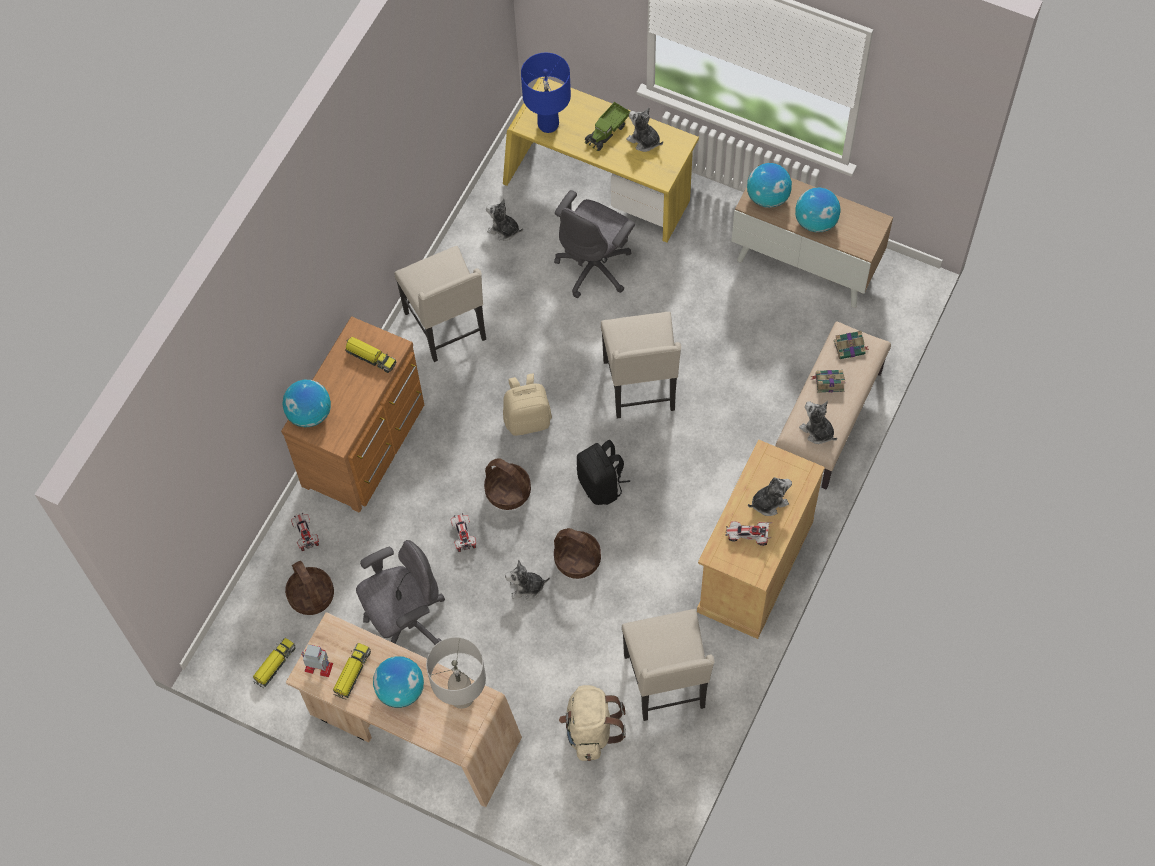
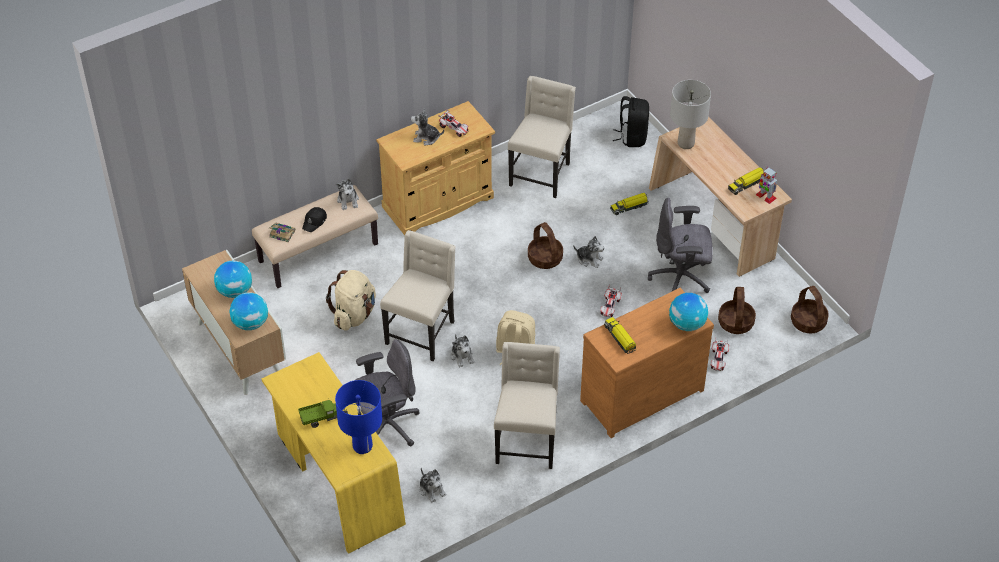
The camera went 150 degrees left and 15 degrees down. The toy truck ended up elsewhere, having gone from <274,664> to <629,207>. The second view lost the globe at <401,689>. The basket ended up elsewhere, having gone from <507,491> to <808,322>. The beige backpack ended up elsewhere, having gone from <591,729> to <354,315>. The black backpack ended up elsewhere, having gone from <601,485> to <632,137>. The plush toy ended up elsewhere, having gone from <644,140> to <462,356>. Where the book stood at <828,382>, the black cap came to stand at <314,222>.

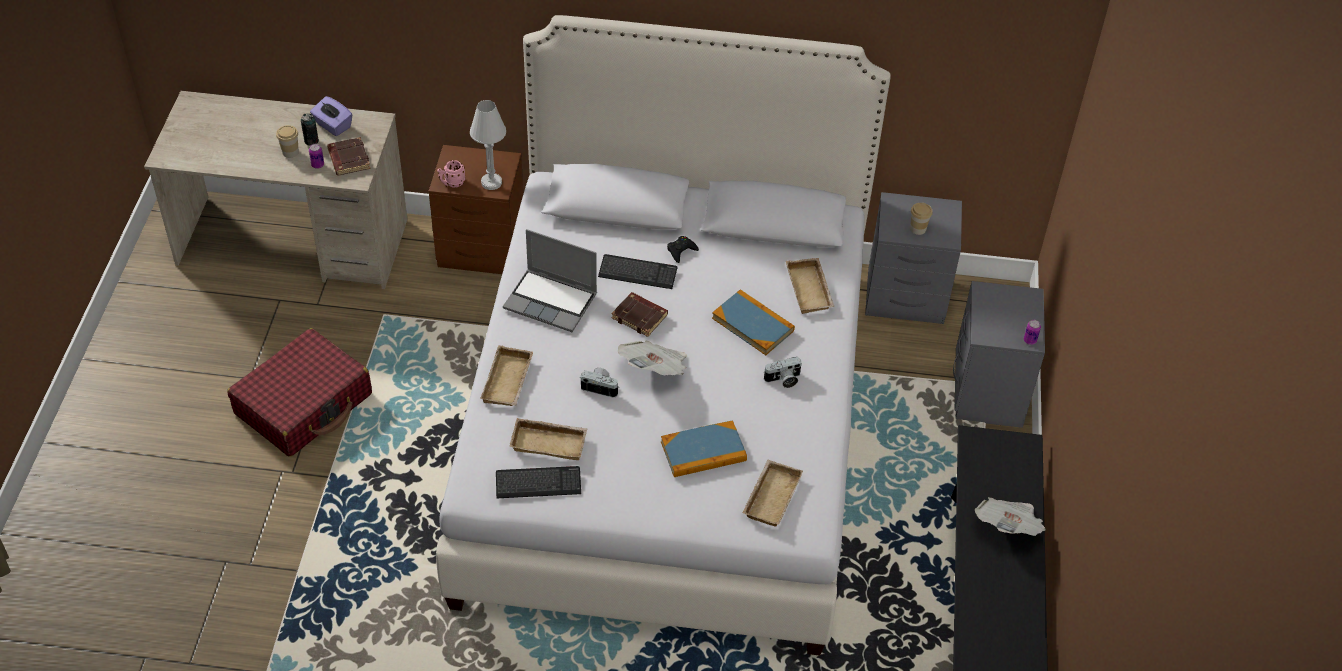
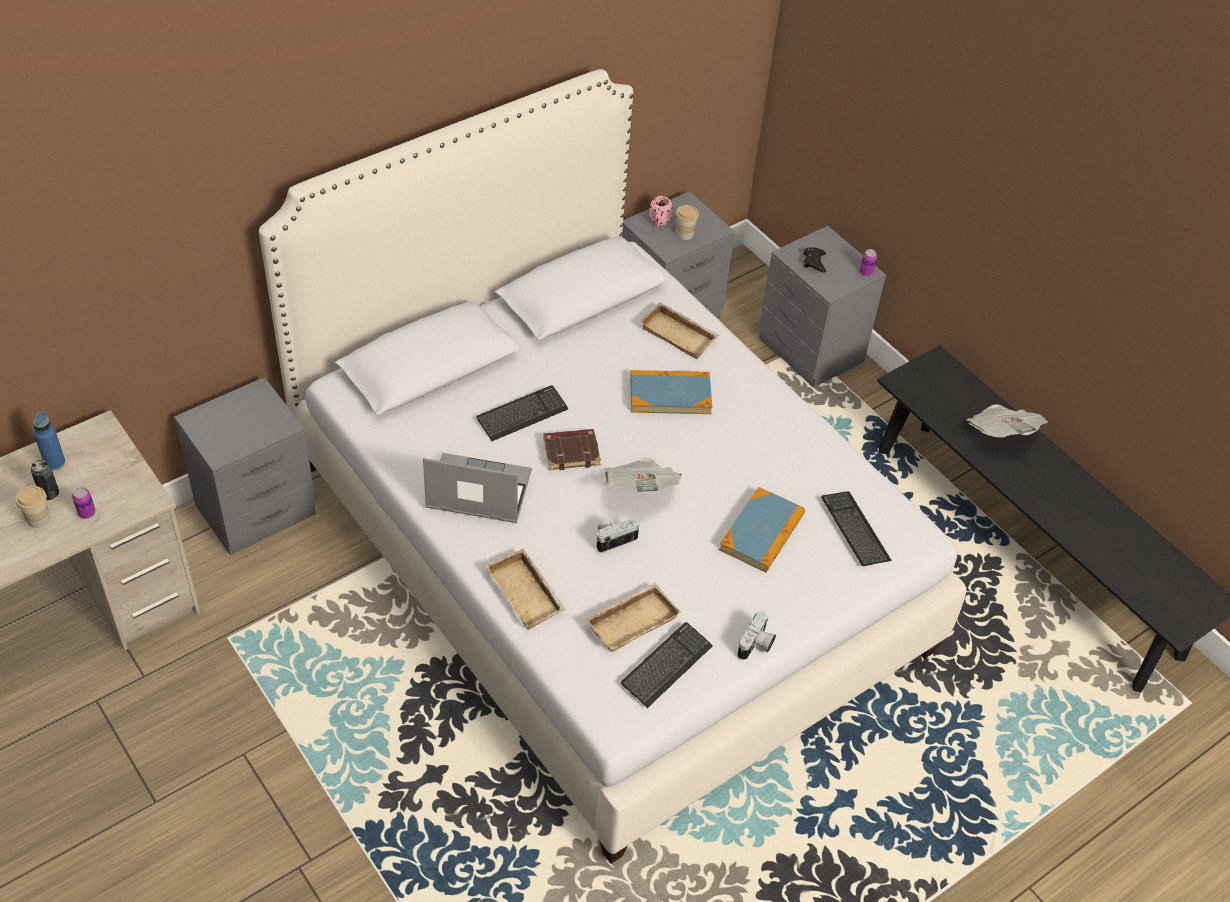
The camera went 45 degrees left and 0 degrees up. The second view lost the red suitcase at <304,404>. Where the purple tissue box stood at <332,125>, the blue bottle came to stand at <55,463>. The second view lost the brown book at <348,159>. What was the brown nightstand at <483,251> turned into the grey nightstand at <259,510>. The pink mug ended up elsewhere, having gone from <452,183> to <658,222>. The second view lost the white table lamp at <491,182>. The laptop at <552,301> ended up facing another way, 150 degrees counterclockwise from before. The black game controller ended up elsewhere, having gone from <681,251> to <814,262>. Where the beige tray stood at <770,496>, the keyboard came to stand at <855,530>. The photo camera ended up elsewhere, having gone from <783,380> to <756,645>.

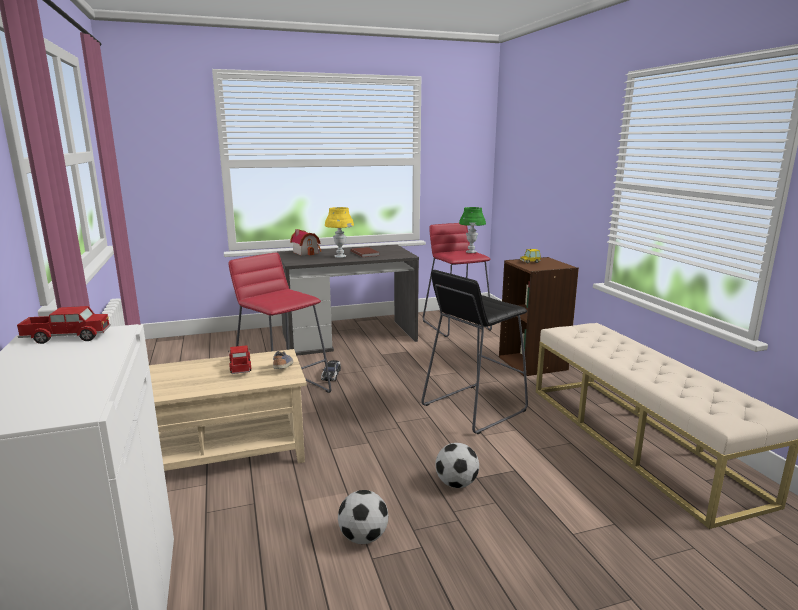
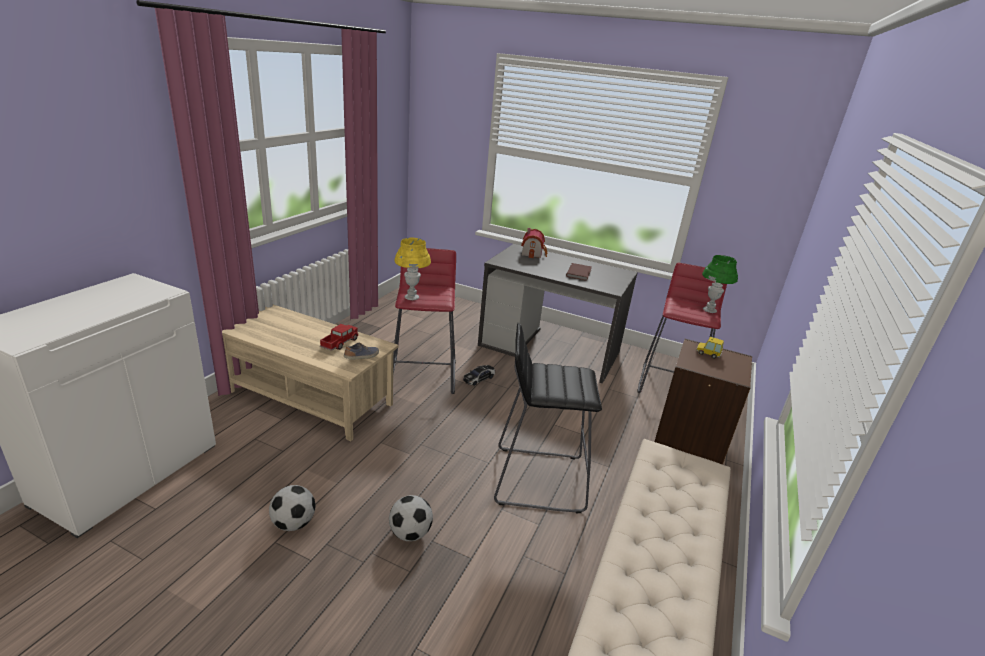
The camera went 40 degrees right and 10 degrees up. The second view lost the toy truck at <67,337>. The yellow table lamp ended up elsewhere, having gone from <340,256> to <411,297>.

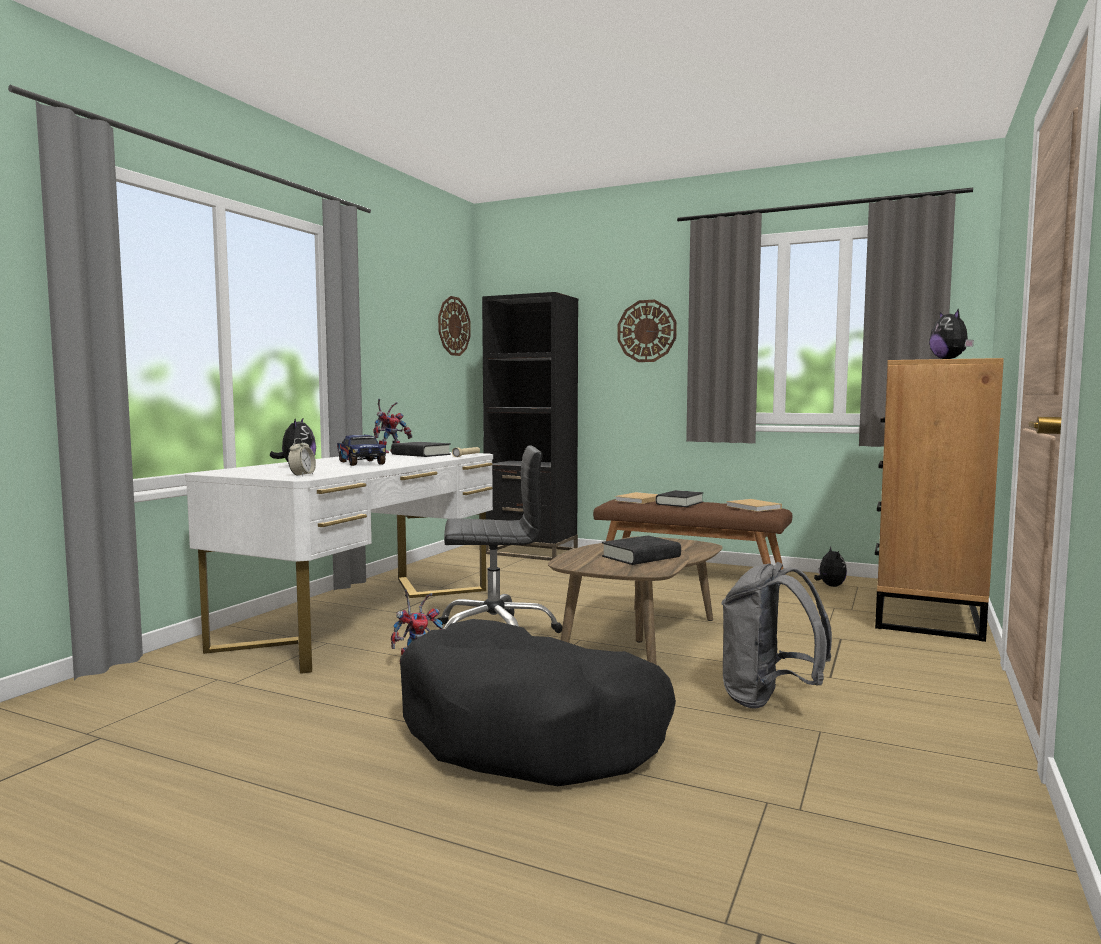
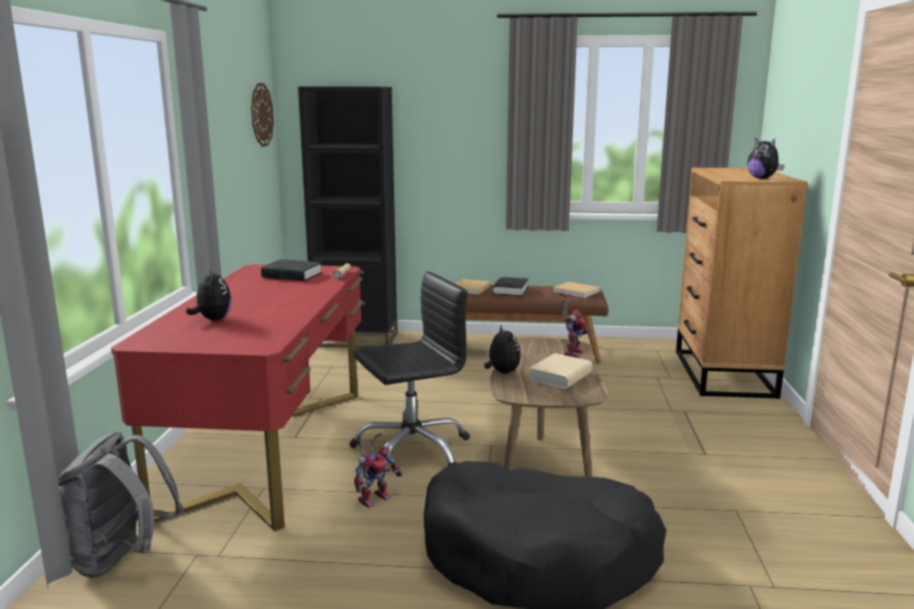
The camera went 20 degrees left and 10 degrees up. What was the white desk at <364,617> turned into the red desk at <269,448>. The second view lost the alarm clock at <302,475>. The second view lost the toy truck at <361,463>. The toy robot ended up elsewhere, having gone from <390,452> to <572,353>. What was the black book at <641,557> turned into the beige book at <560,376>. The second view lost the wall clock at <646,331>. The grey backpack ended up elsewhere, having gone from <768,700> to <122,559>. The plush toy ended up elsewhere, having gone from <830,586> to <502,372>.

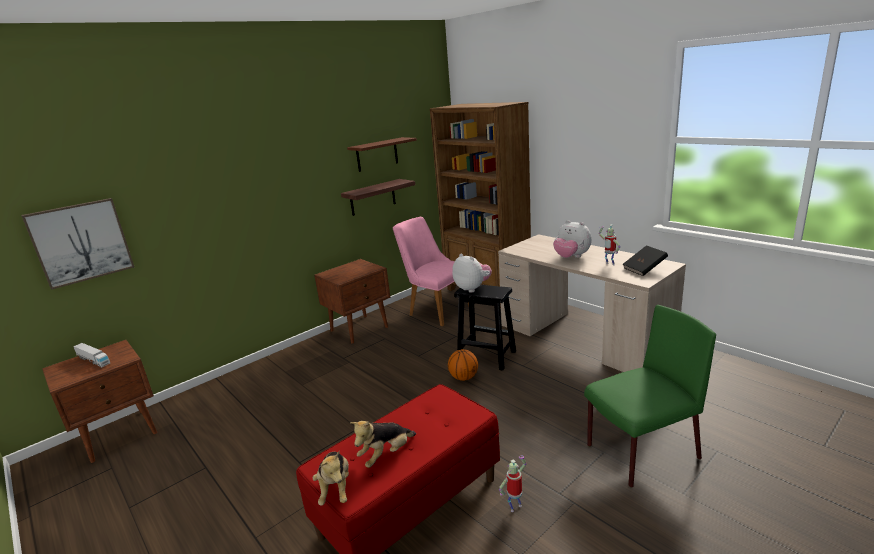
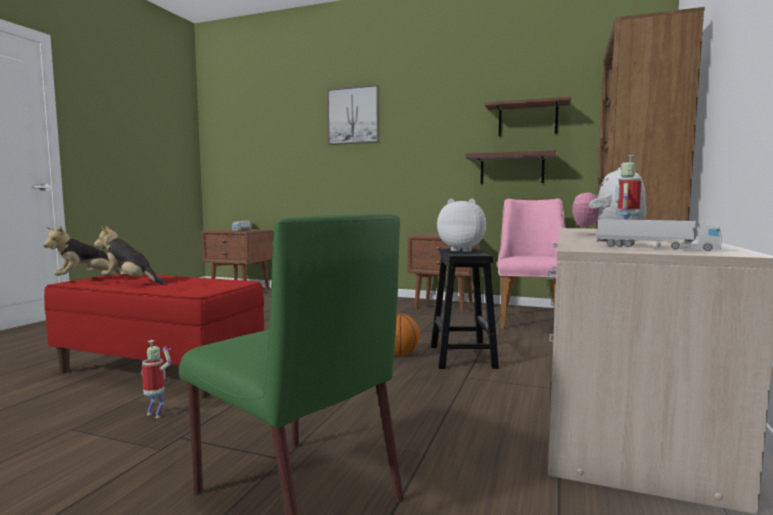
The camera went 60 degrees right and 15 degrees down. The picture ended up elsewhere, having gone from <81,242> to <353,115>. The plush toy at <472,288> ended up facing another way, 90 degrees counterclockwise from before. Where the black book stood at <644,269>, the toy truck came to stand at <654,247>.

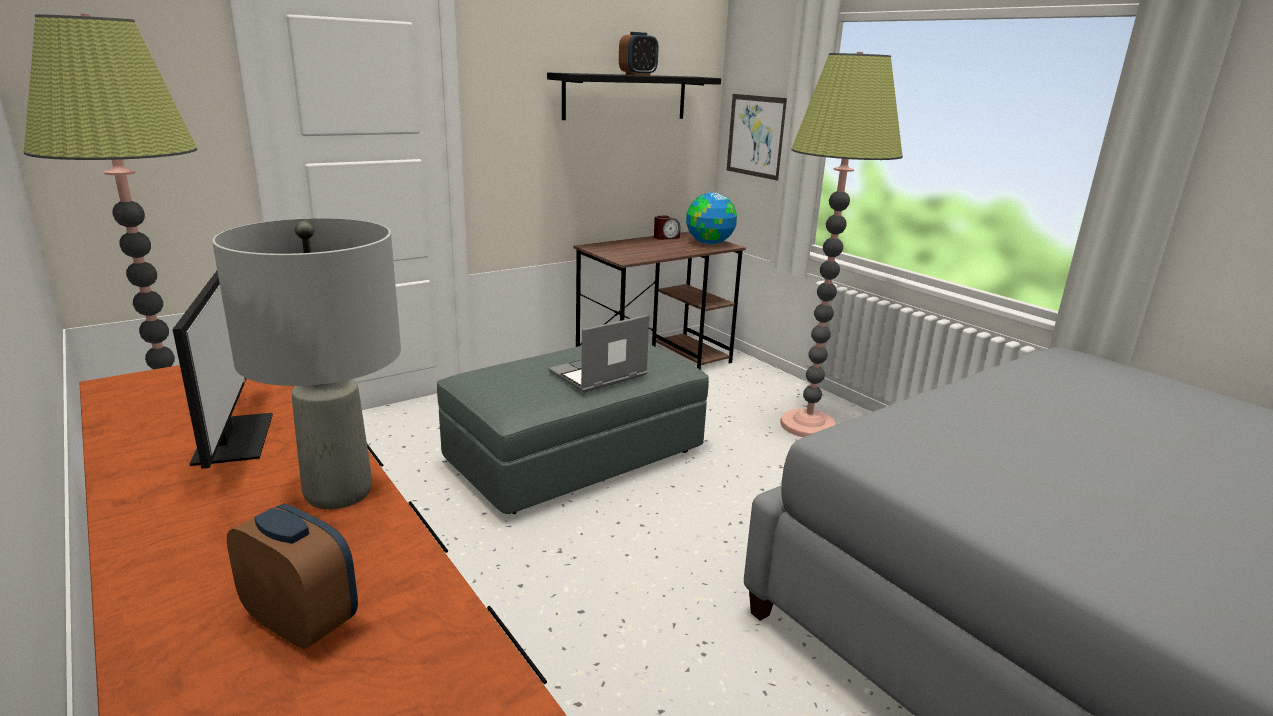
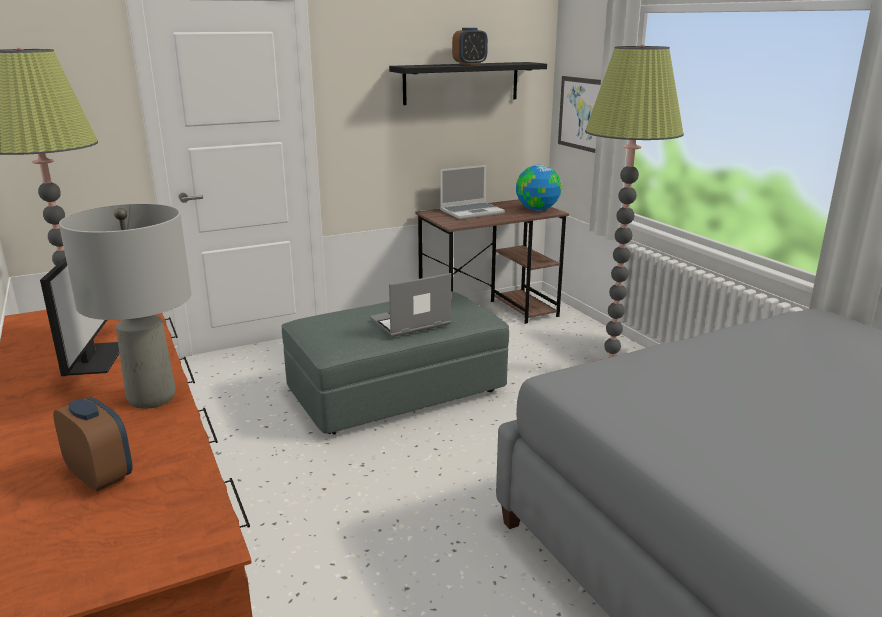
The camera went 10 degrees right and 0 degrees up. The second view lost the alarm clock at <666,237>. The second view gained the laptop at <472,212>.

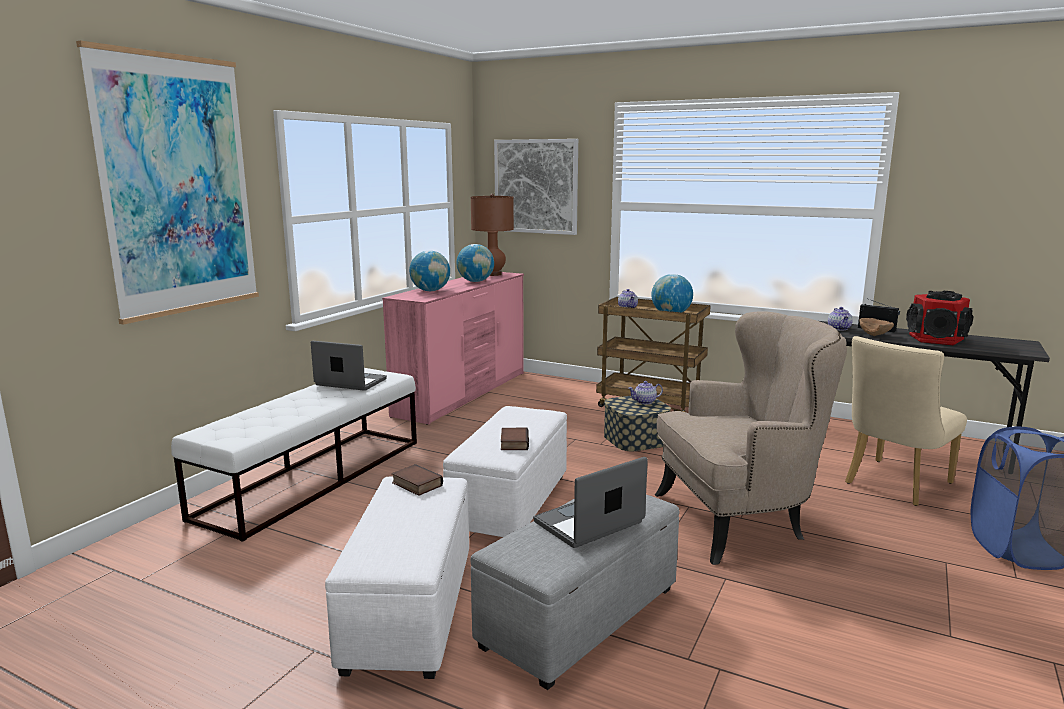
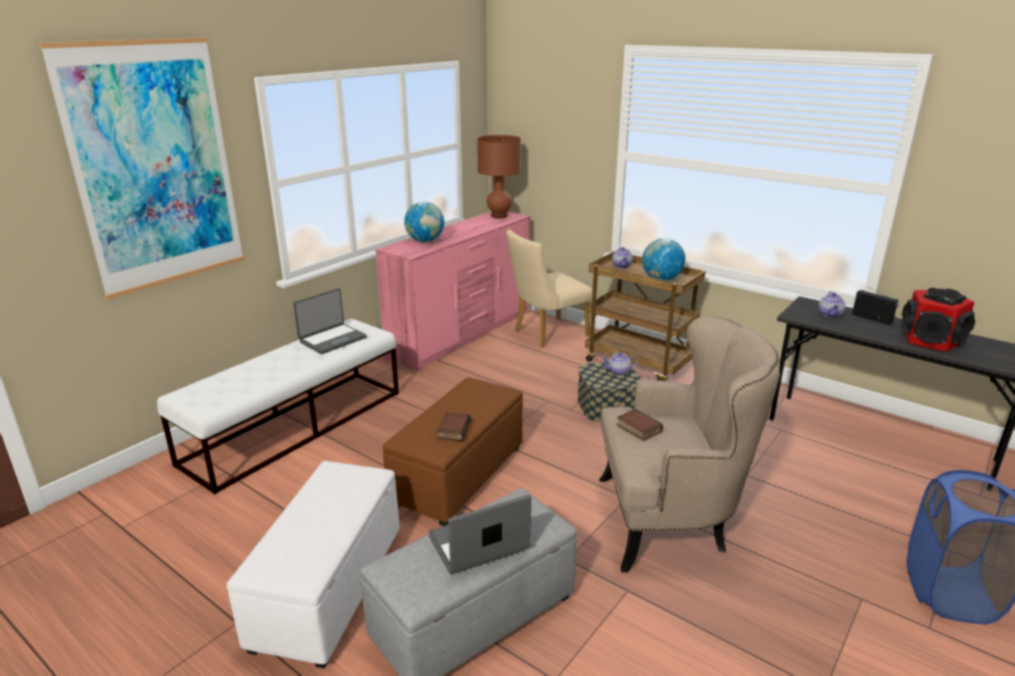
The camera went 10 degrees right and 10 degrees up. The laptop at <350,382> ended up facing another way, 105 degrees clockwise from before. The book ended up elsewhere, having gone from <415,484> to <637,428>. What was the white ottoman at <511,503> turned into the brown ottoman at <459,475>. The second view lost the globe at <475,281>. The second view lost the picture at <536,186>. The beige chair ended up elsewhere, having gone from <893,485> to <546,334>. The second view lost the brown bowl at <875,335>.

